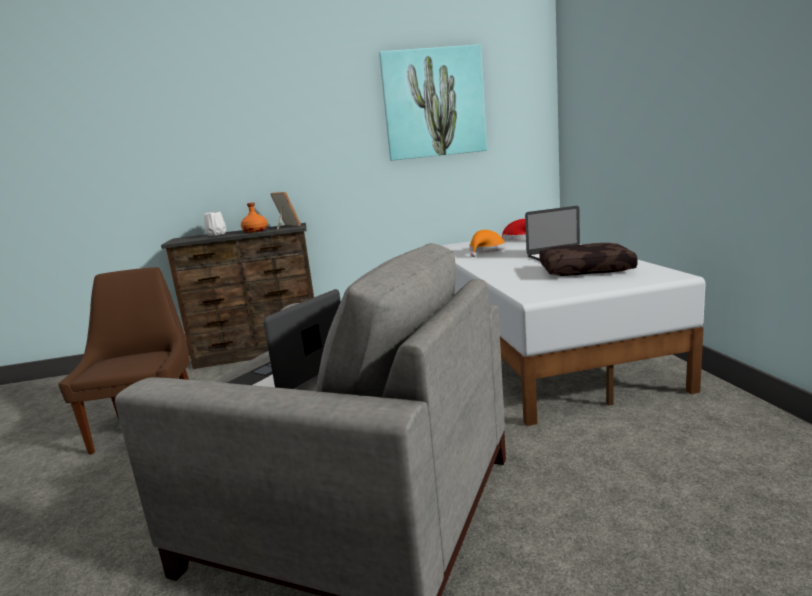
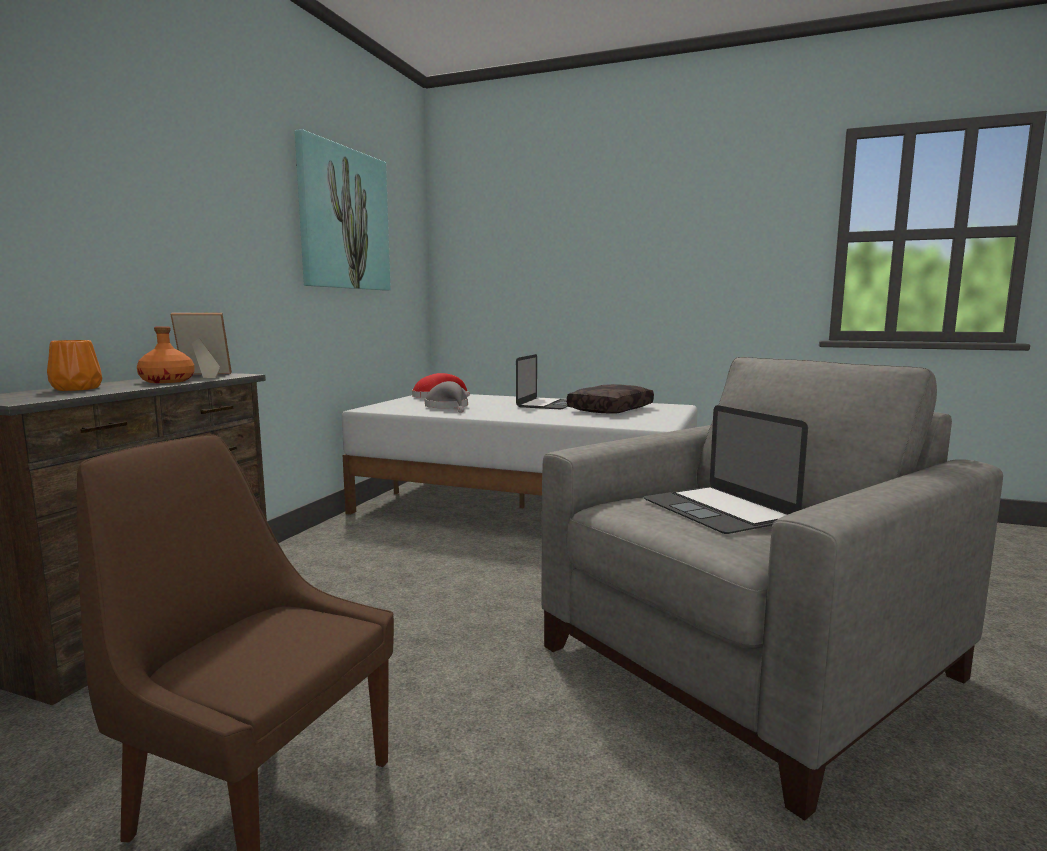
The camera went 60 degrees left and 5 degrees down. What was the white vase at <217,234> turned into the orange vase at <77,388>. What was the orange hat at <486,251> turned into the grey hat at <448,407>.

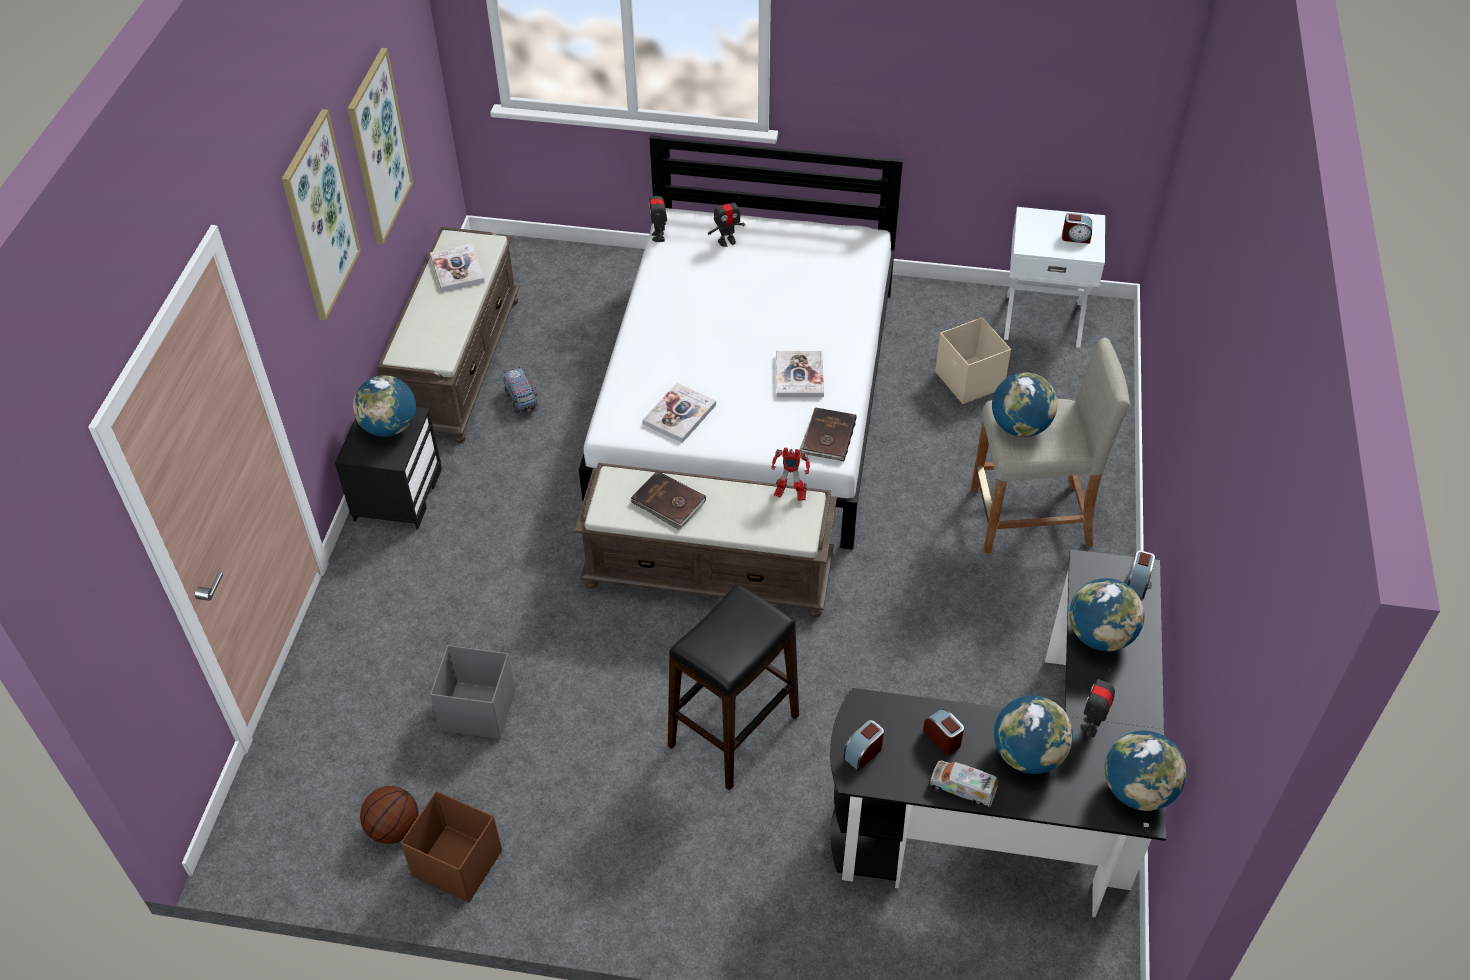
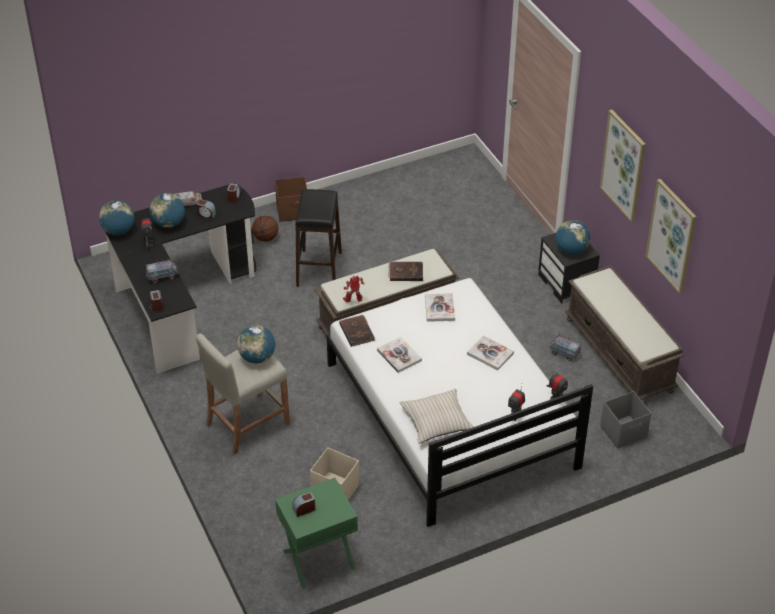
The camera went 145 degrees right and 5 degrees down. The basketball ended up elsewhere, having gone from <393,829> to <265,238>. The brown storage box ended up elsewhere, having gone from <456,863> to <293,211>. The book ended up elsewhere, having gone from <457,269> to <490,354>. The grey storage box ended up elsewhere, having gone from <477,710> to <624,432>. What was the white nightstand at <1043,318> turned into the green nightstand at <319,560>. Where the globe stood at <1100,636>, the toy truck came to stand at <162,277>. The second view gained the beige pillow at <437,421>.

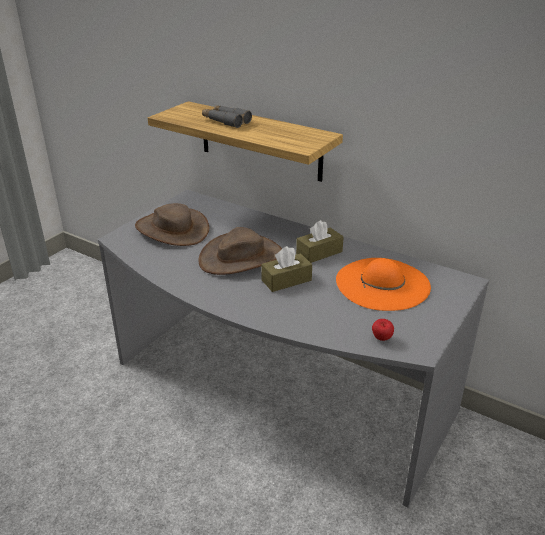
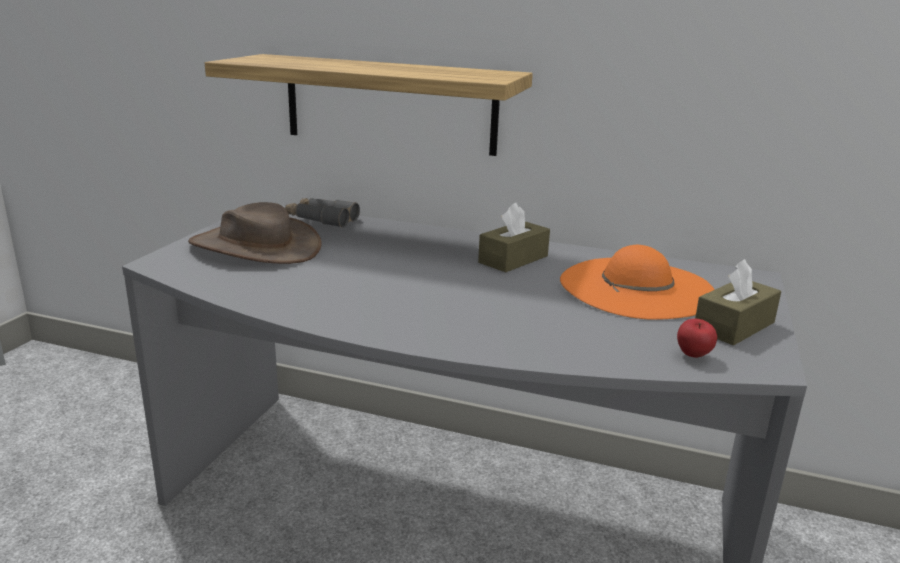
The camera went 15 degrees left and 10 degrees down. The second view lost the brown hat at <241,257>. The grey binoculars ended up elsewhere, having gone from <226,121> to <322,219>. The brown tissue box ended up elsewhere, having gone from <286,280> to <734,326>.

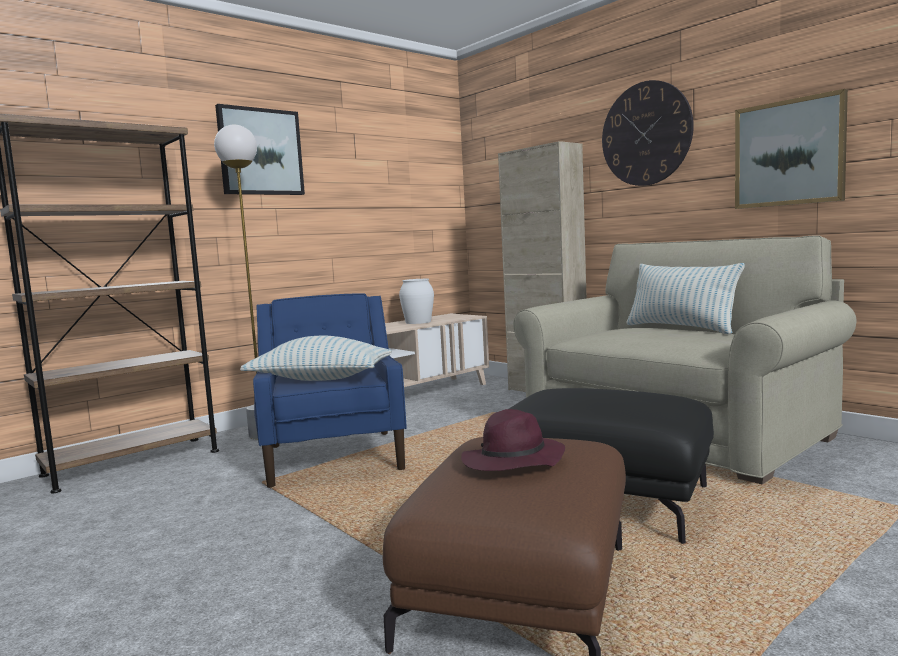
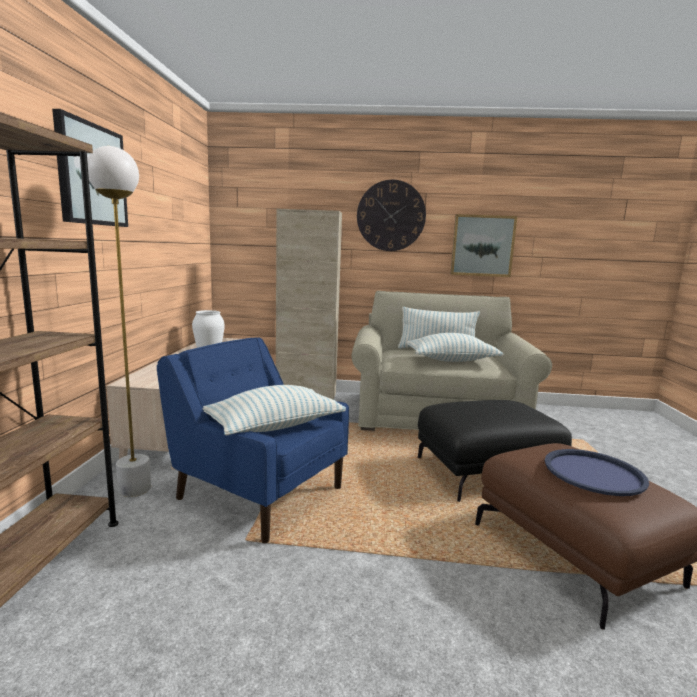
The camera went 45 degrees left and 5 degrees up. Where the purple hat stood at <512,462>, the blue tray came to stand at <594,473>. The second view gained the pillow at <451,360>.

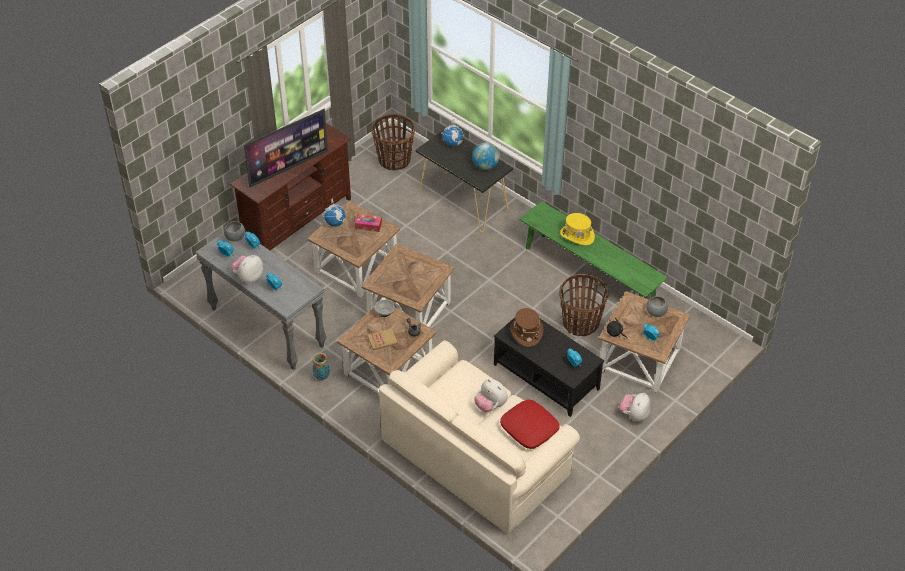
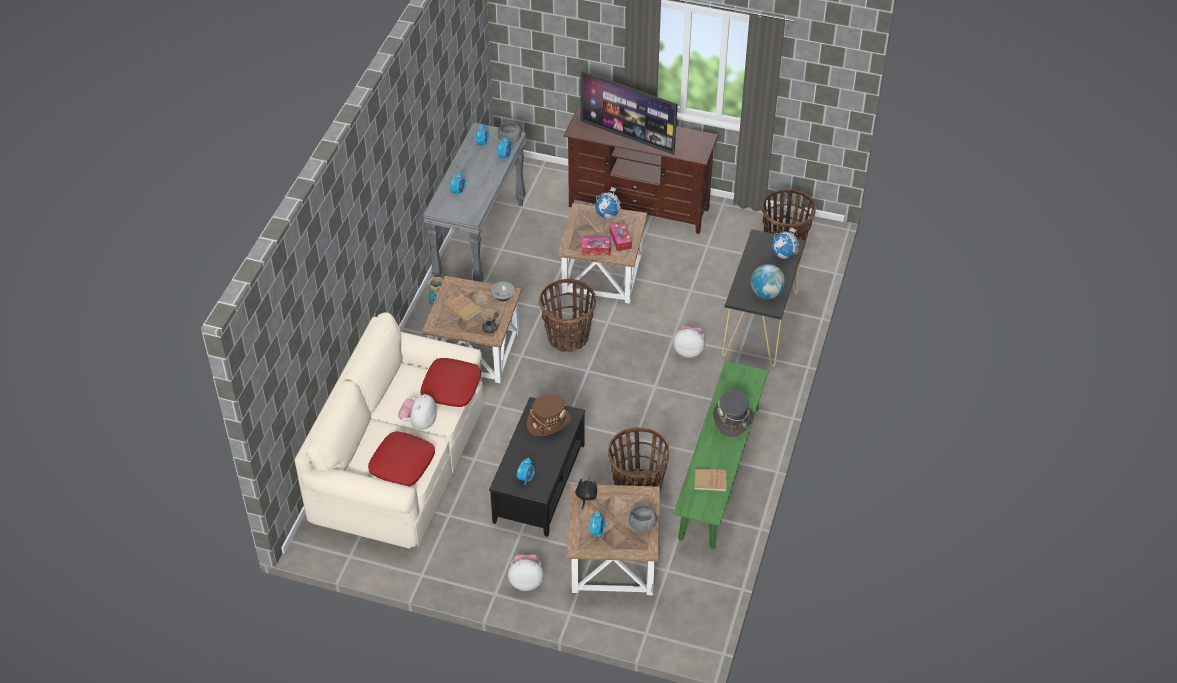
The camera went 65 degrees right and 0 degrees up. The plush toy ended up elsewhere, having gone from <248,277> to <689,351>. Where the brown side table stood at <409,310>, the basket came to stand at <568,337>. What was the yellow hat at <577,235> turned into the grey hat at <732,419>. The second view gained the red pillow at <451,387>. The second view gained the tissue box at <596,249>. The second view gained the book at <710,481>.

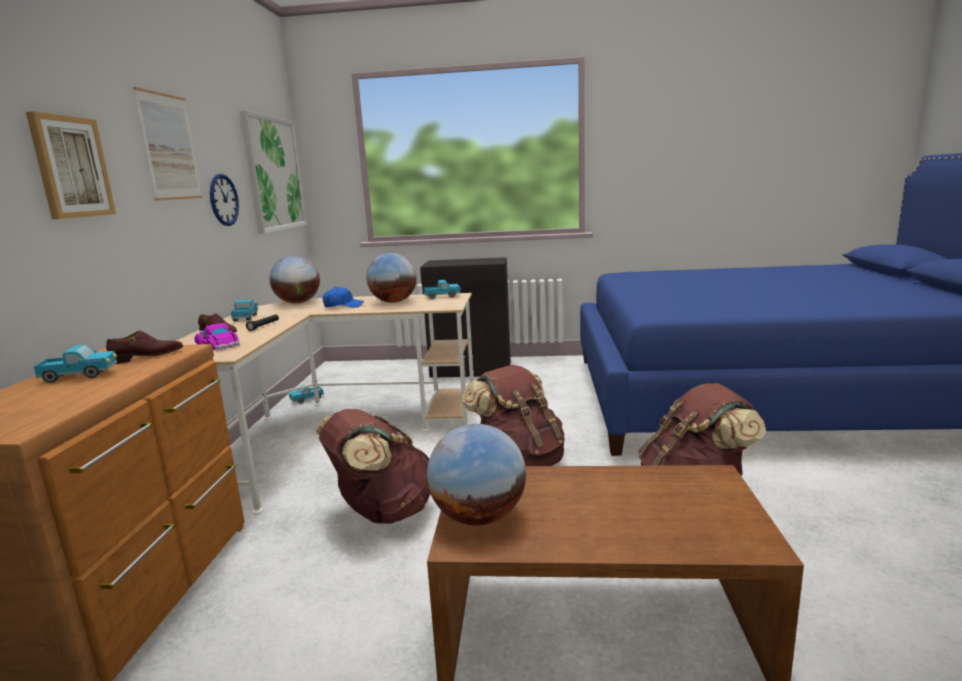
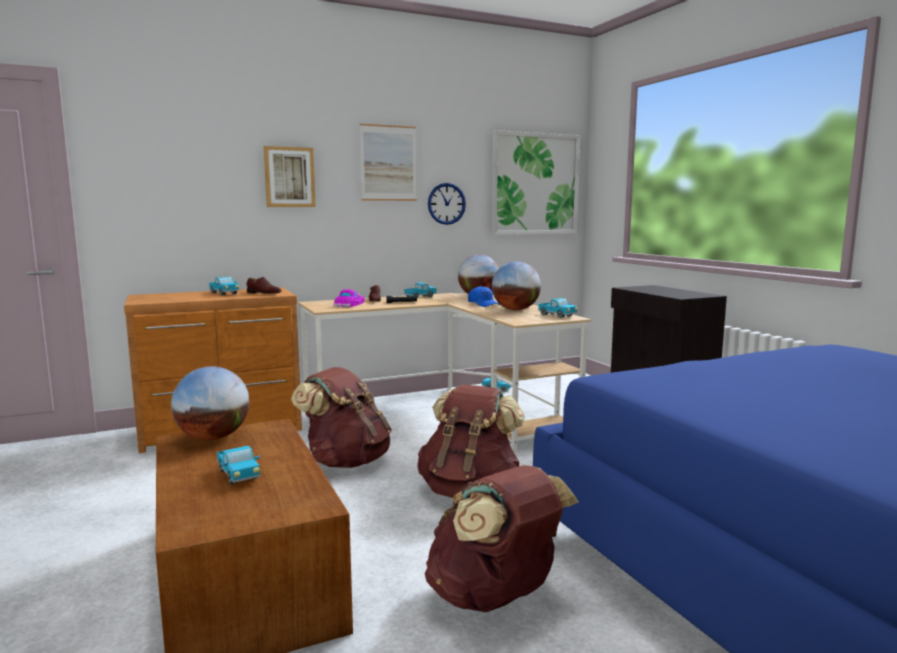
The camera went 60 degrees right and 5 degrees down. The second view gained the toy truck at <238,475>.

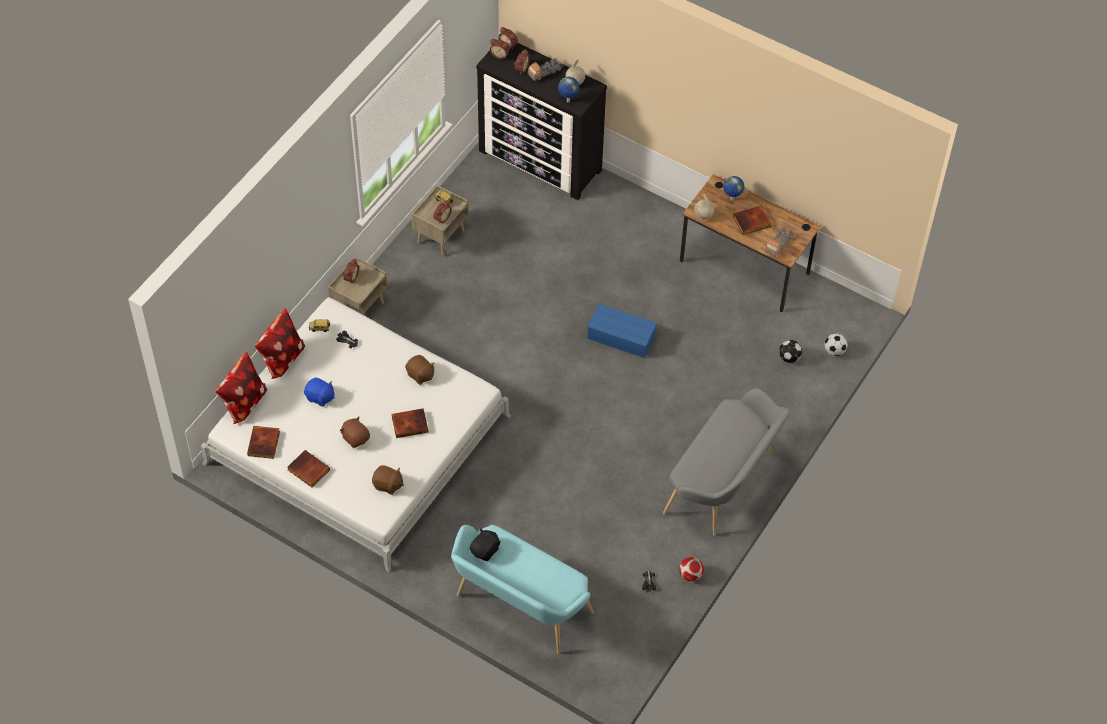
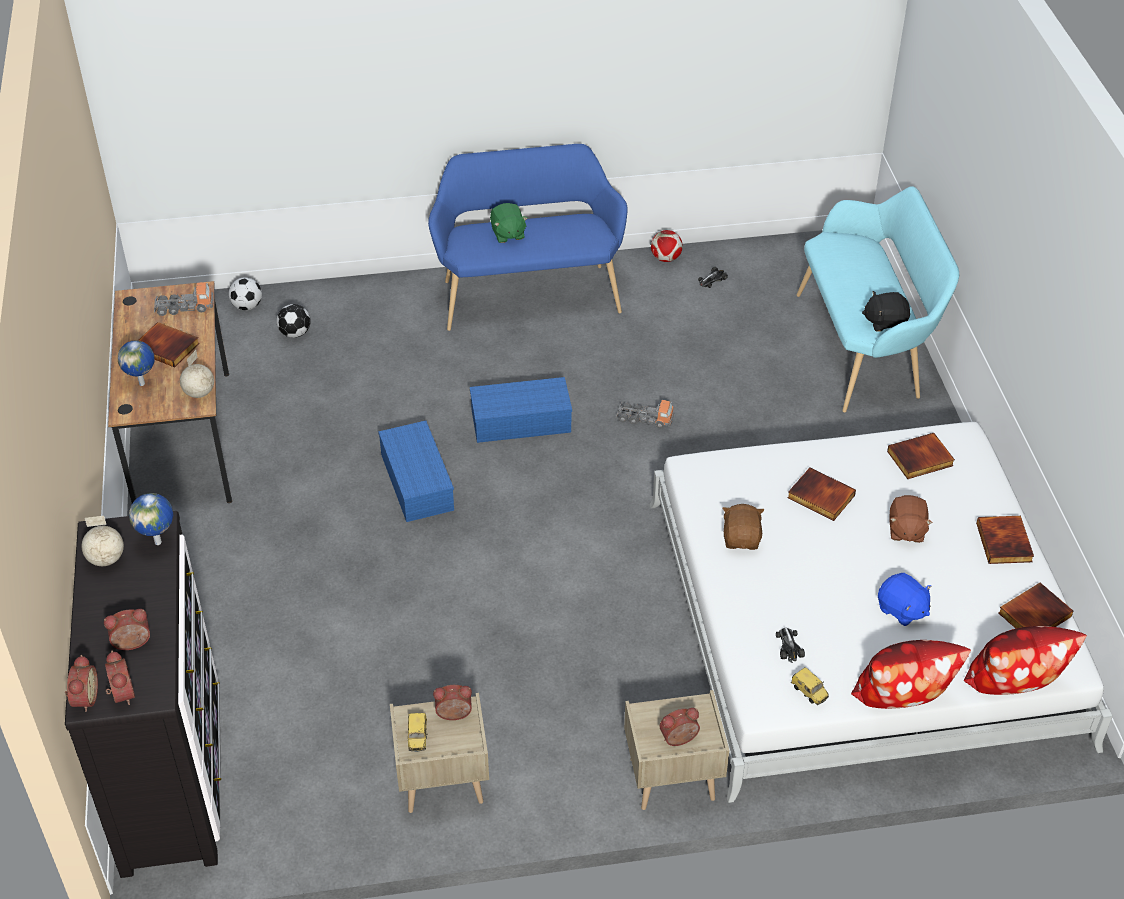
The camera went 130 degrees left and 10 degrees down. The blue plush toy at <320,397> ended up facing another way, 150 degrees clockwise from before. Where the brown plush toy stood at <387,485>, the book came to stand at <920,459>. The toy truck ended up elsewhere, having gone from <545,72> to <645,419>. What was the grey bench at <724,484> turned into the blue bench at <528,292>. The second view gained the blue storage box at <522,420>. The second view gained the green plush toy at <507,234>.

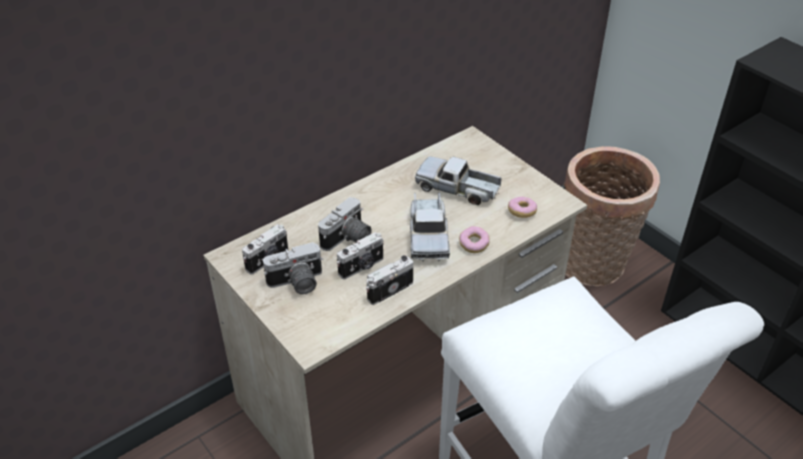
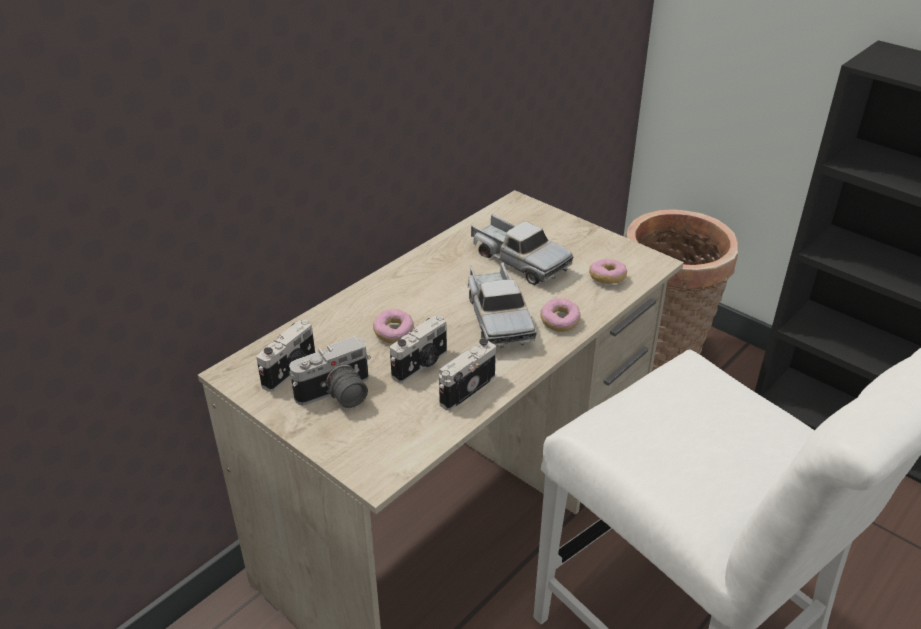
The camera went 10 degrees left and 5 degrees down. Where the photo camera stood at <348,239>, the donut came to stand at <393,333>. The toy truck at <457,189> ended up facing another way, 150 degrees counterclockwise from before.

